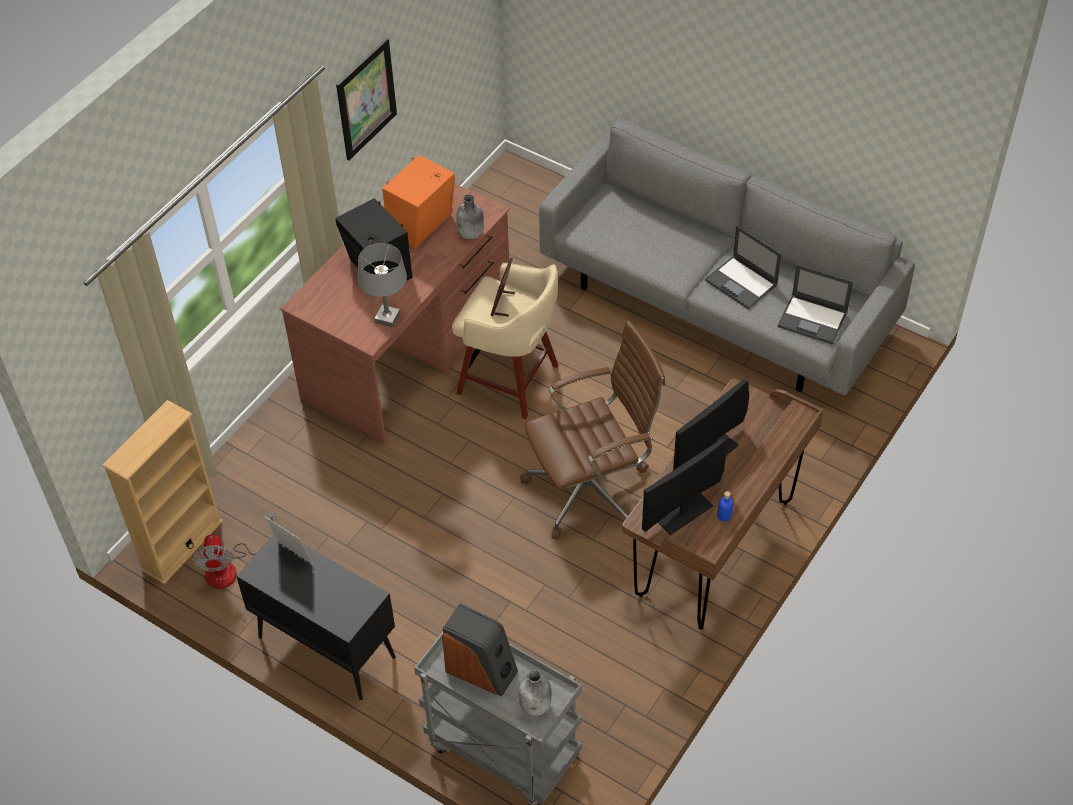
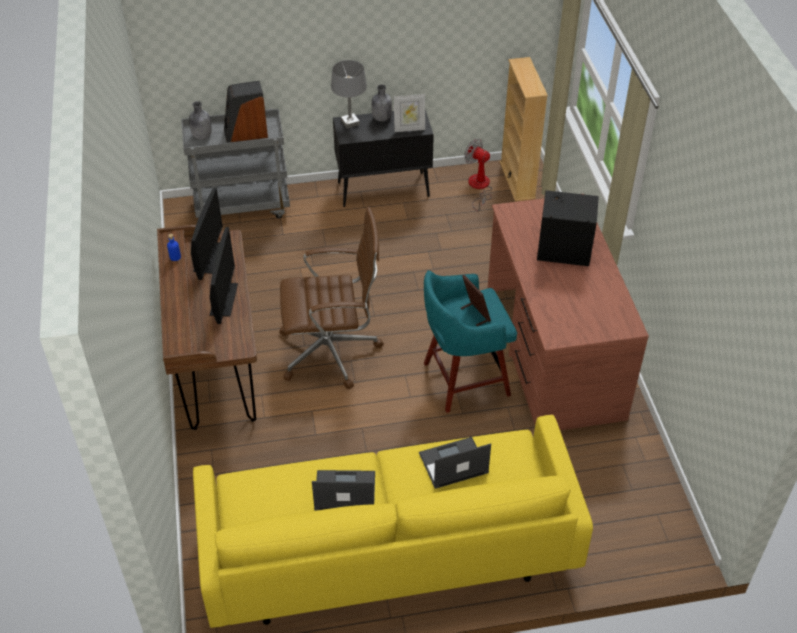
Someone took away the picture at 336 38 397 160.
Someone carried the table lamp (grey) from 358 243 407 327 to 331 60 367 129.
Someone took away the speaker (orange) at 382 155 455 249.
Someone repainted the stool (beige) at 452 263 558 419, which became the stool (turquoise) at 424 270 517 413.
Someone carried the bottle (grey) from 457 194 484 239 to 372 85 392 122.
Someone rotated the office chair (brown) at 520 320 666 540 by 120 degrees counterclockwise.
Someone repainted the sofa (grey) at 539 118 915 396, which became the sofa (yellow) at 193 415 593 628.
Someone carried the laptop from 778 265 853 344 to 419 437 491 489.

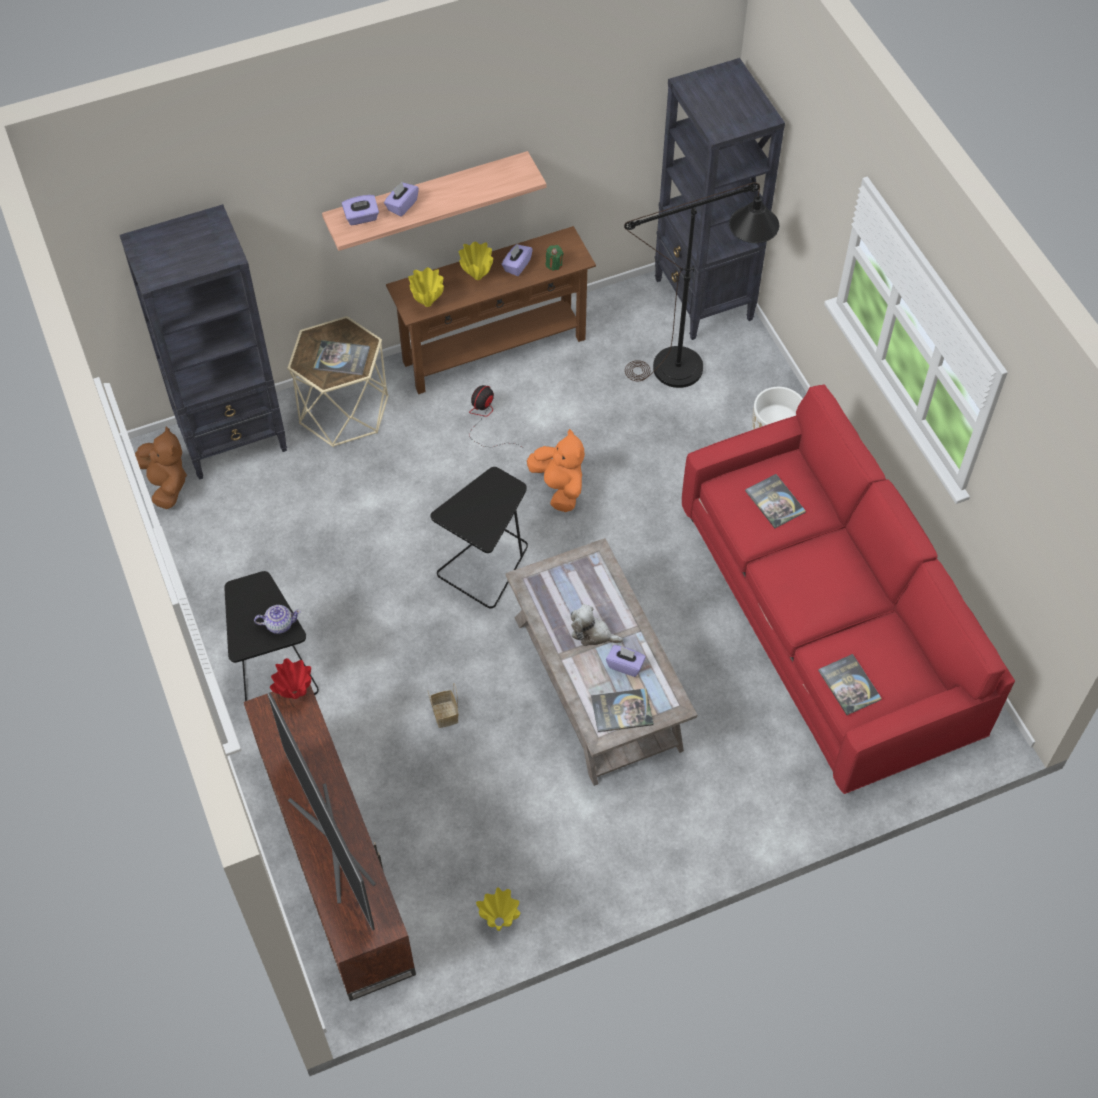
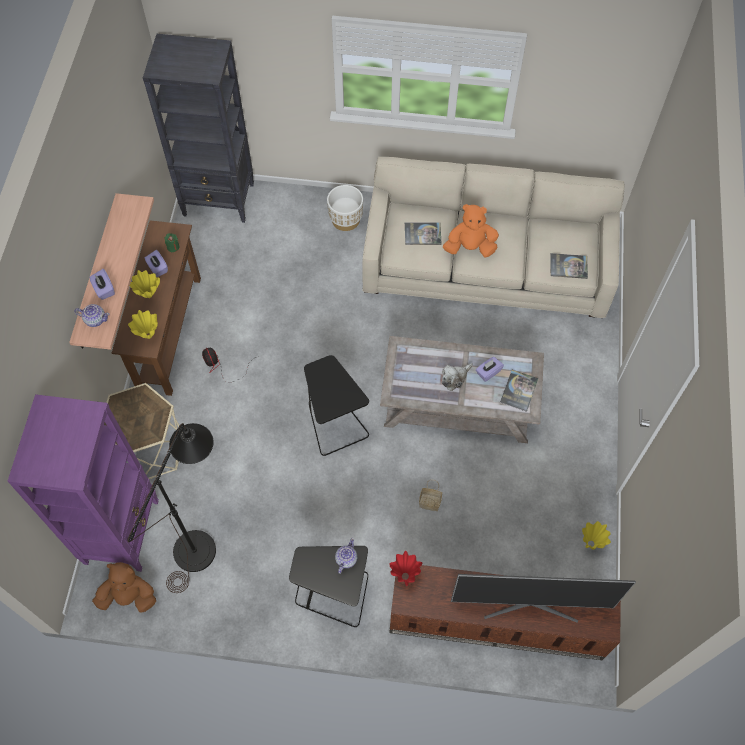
Someone repainted the bookcase (black) at 120 204 287 480, which became the bookcase (purple) at 7 394 158 572.
Someone took away the book at 313 340 370 375.
Someone swapped the tissue box (purple) at 342 195 379 225 for the teapot at 75 304 110 327.
Someone carried the plush toy (orange) from 527 429 585 512 to 443 204 499 257.
Someone carried the floor lamp (black) from 624 182 779 388 to 127 423 216 593.
Someone repainted the sofa (red) at 682 384 1015 794, which became the sofa (beige) at 362 157 625 318.

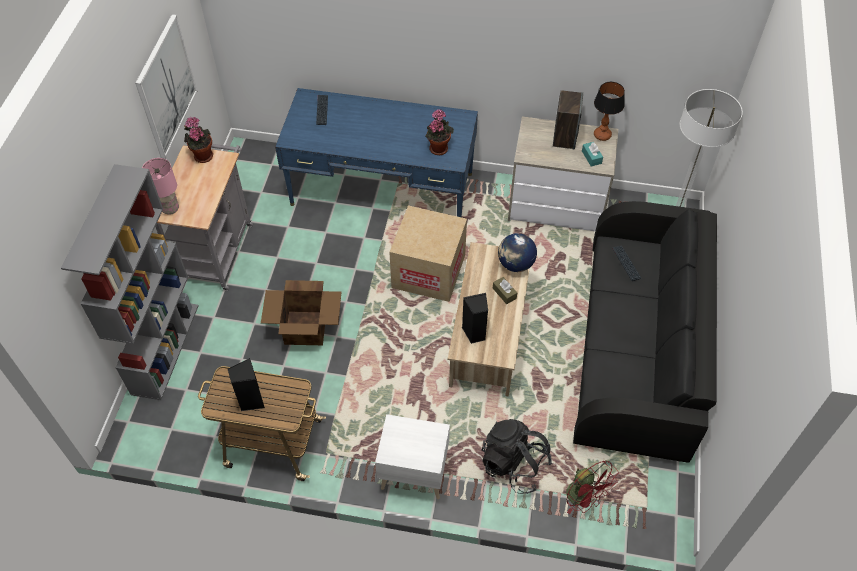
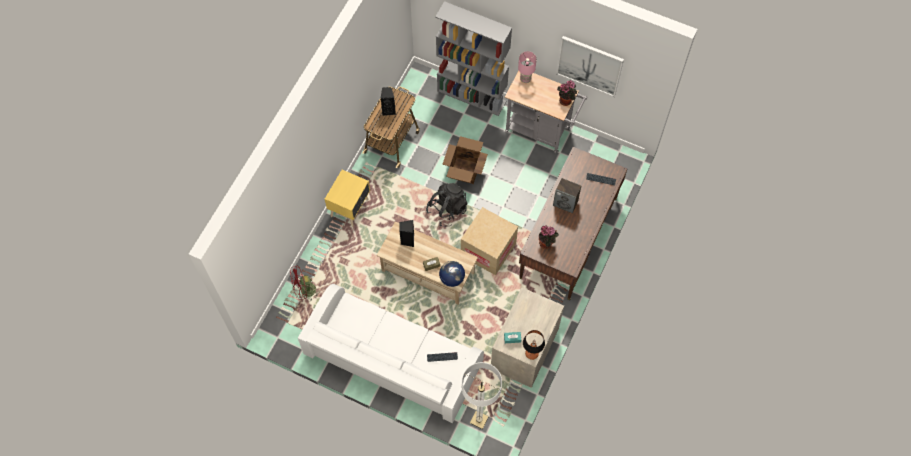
Someone repainted the desk (blue) at 275 88 478 217, which became the desk (brown) at 519 147 627 300.
Someone repainted the nightstand (white) at 375 414 450 499, which became the nightstand (yellow) at 325 170 370 227.
Someone carried the backpack (black) from 482 419 553 494 to 426 183 468 227.
Someone carried the speaker from 553 90 583 150 to 553 178 581 213.
Someone repainted the sofa (black) at 573 201 717 463, which became the sofa (white) at 298 284 484 423.

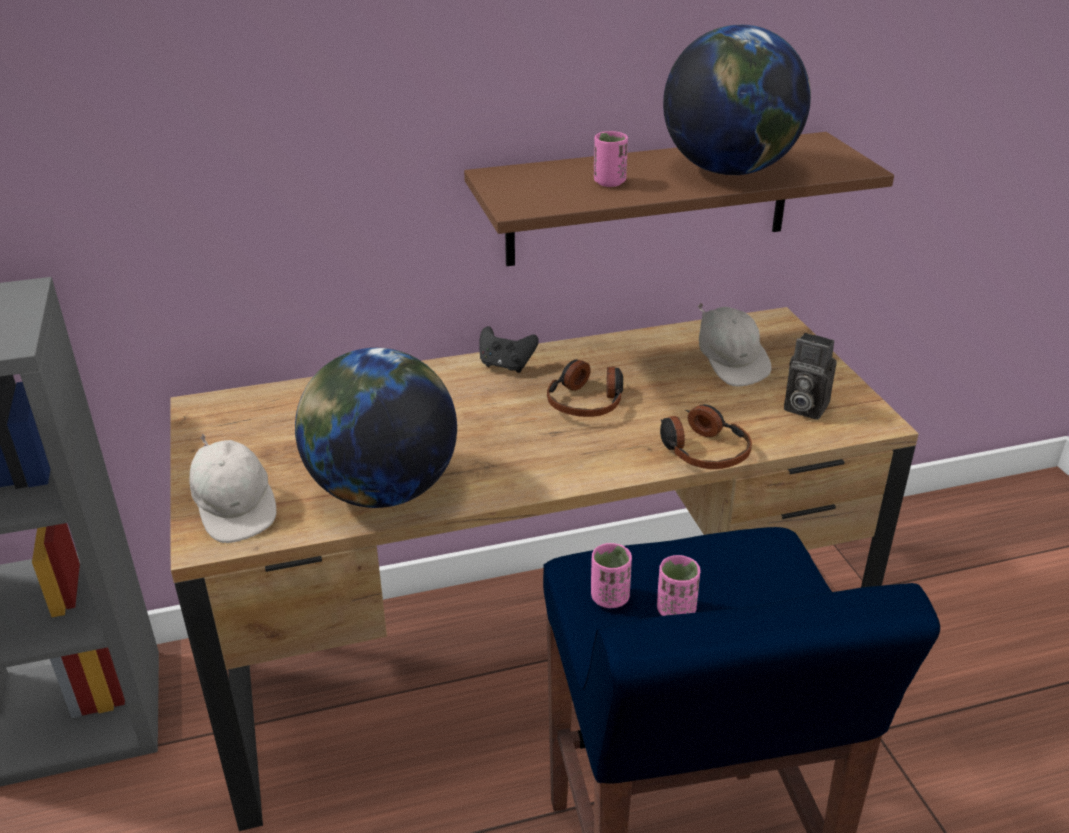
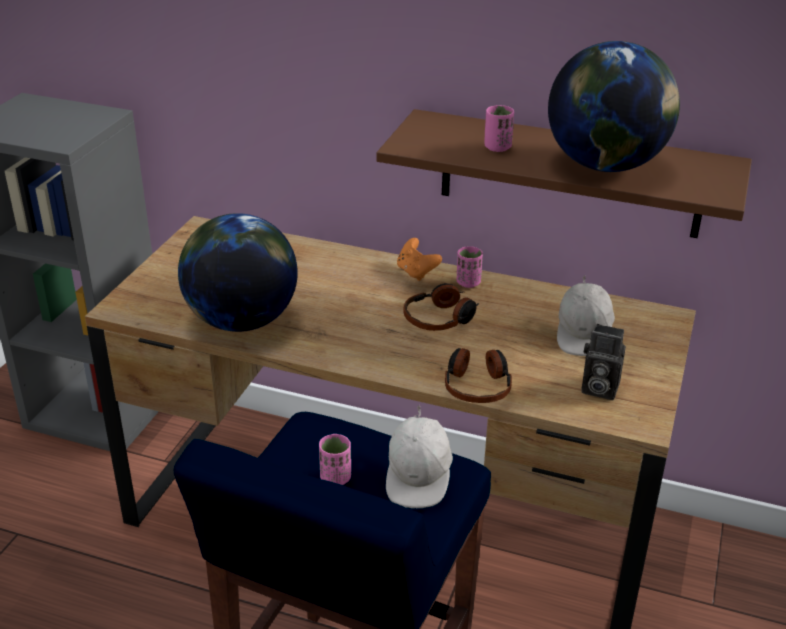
Someone carried the cap (white) from 189 434 276 543 to 386 405 453 508.
Someone repainted the game controller (black) at 479 326 539 373, which became the game controller (orange) at 397 238 442 281.
Someone carried the cup (pink) from 591 543 632 608 to 457 246 483 288.
Someone rotated the photo camera at 784 333 837 420 by 45 degrees counterclockwise.

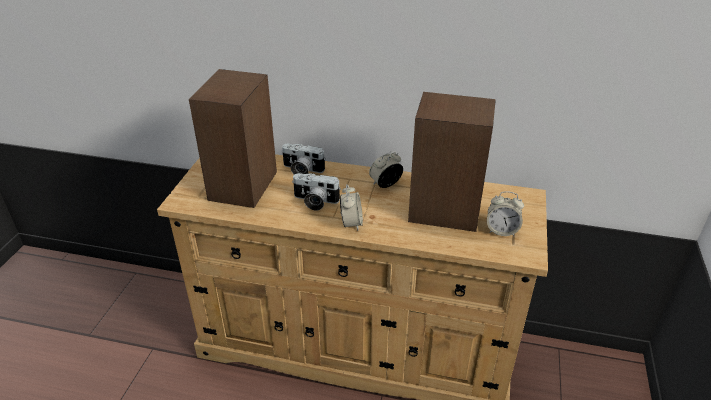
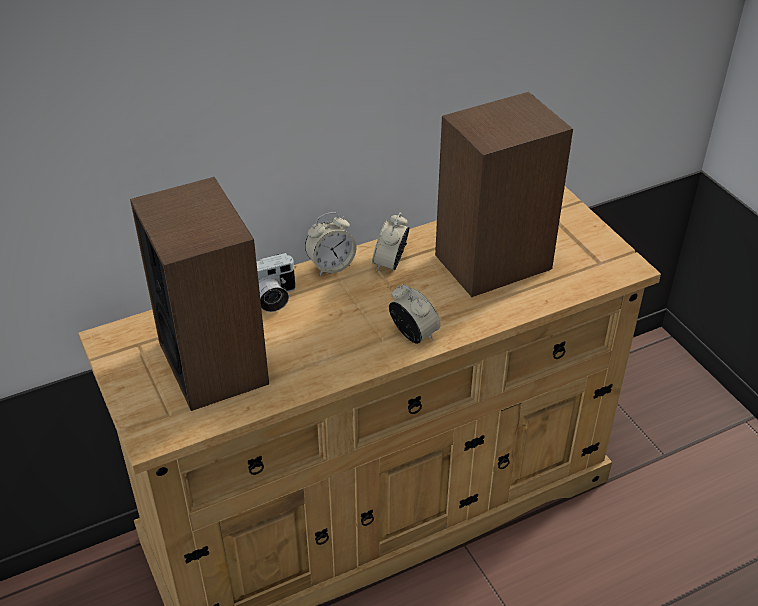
Someone took away the photo camera at 292 173 341 211.
Someone carried the alarm clock from 487 191 524 236 to 305 212 356 276.

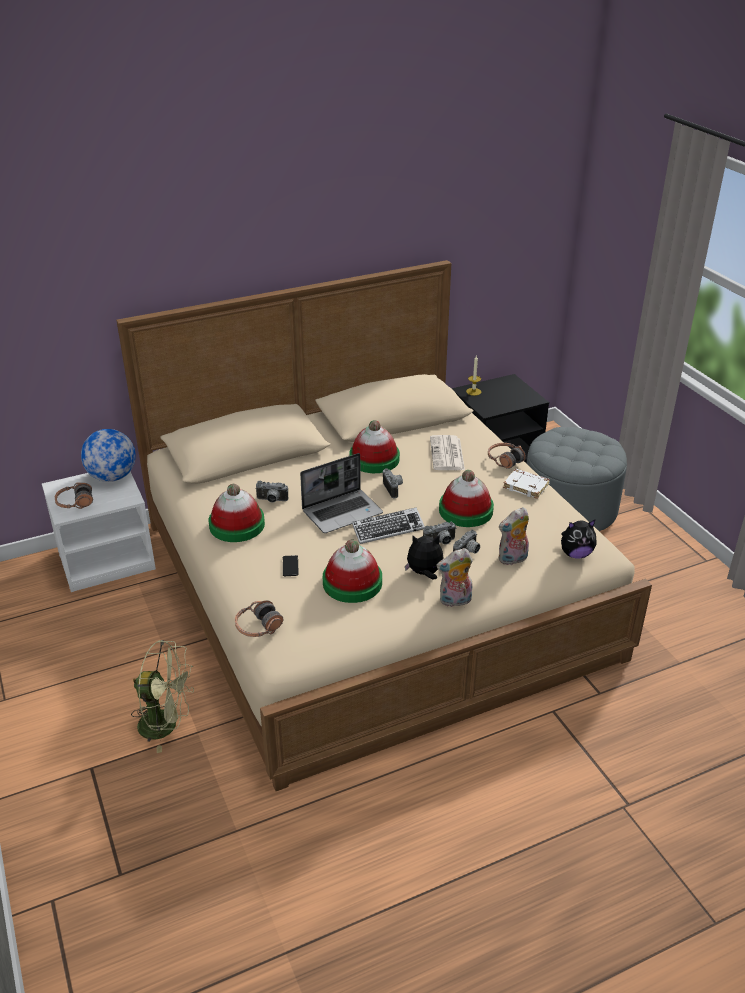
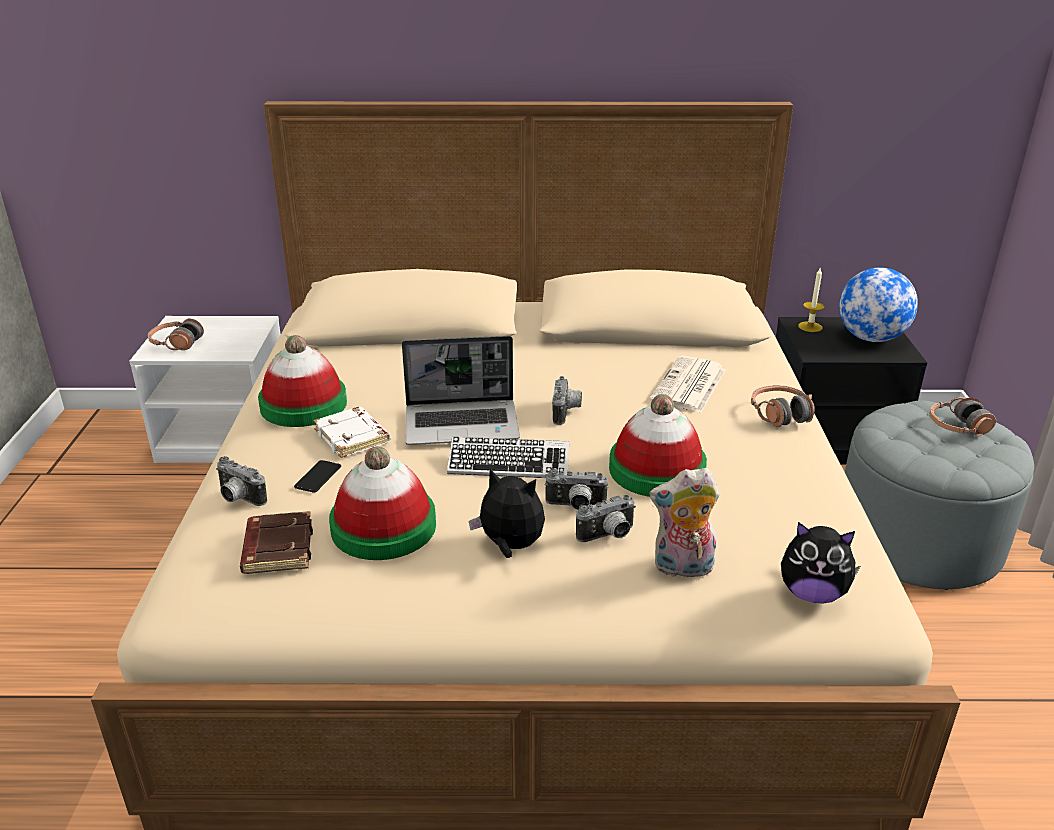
Someone carried the globe from 81 429 136 482 to 839 267 918 342.
Someone took away the fan (green) at 131 640 194 753.
Someone carried the headphones from 235 600 283 637 to 930 397 996 437.
Someone carried the photo camera from 255 481 288 503 to 216 456 267 506.
Someone took away the hat at 349 420 400 473.
Someone took away the plush toy at 436 548 472 607.
Someone carried the book (white) from 503 469 550 499 to 313 407 390 458.
Someone put down the book (brown) at 240 511 313 574.

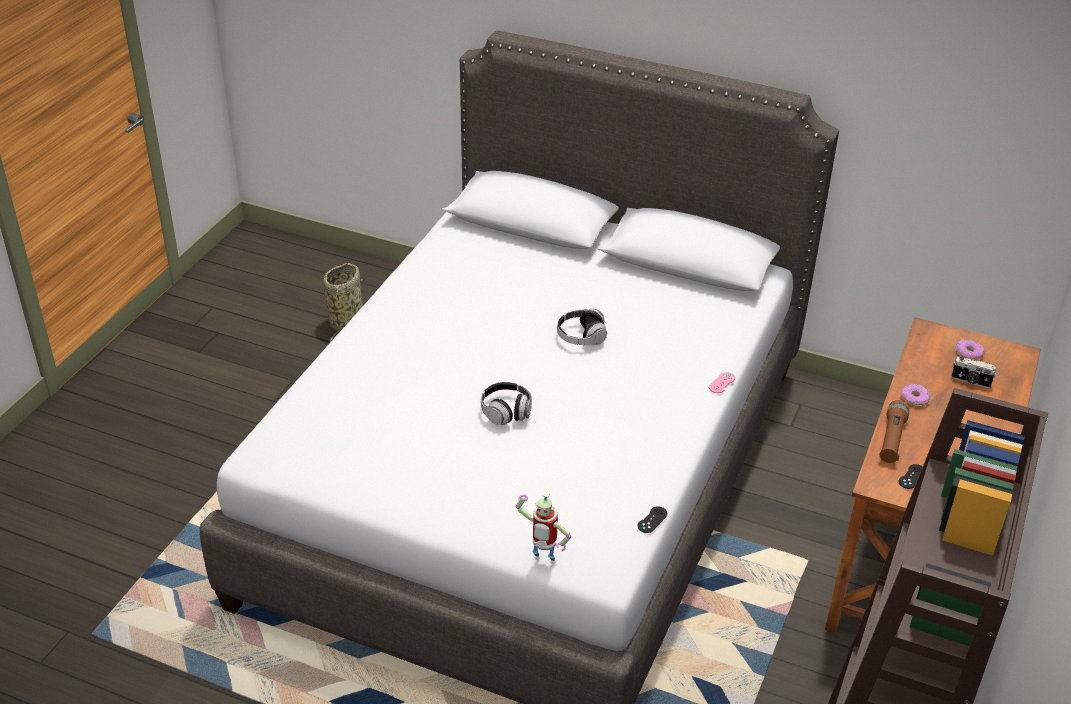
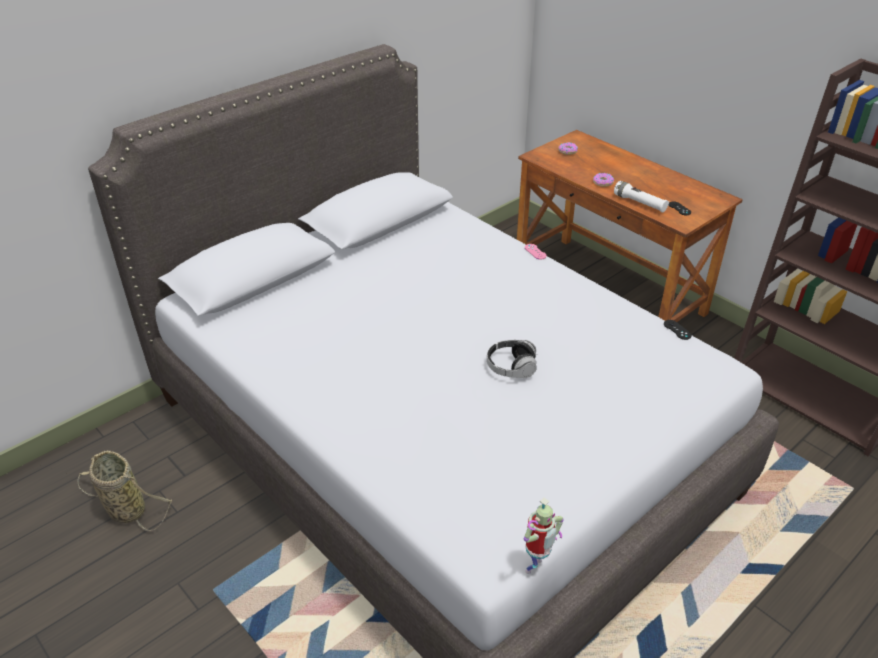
Someone carried the toy robot from 516 491 571 564 to 524 498 564 574.
Someone took away the headphones at 557 309 607 345.
Someone repainted the flashlight (brown) at 880 400 909 463, which became the flashlight (white) at 614 181 669 213.
Someone took away the photo camera at 951 356 996 388.

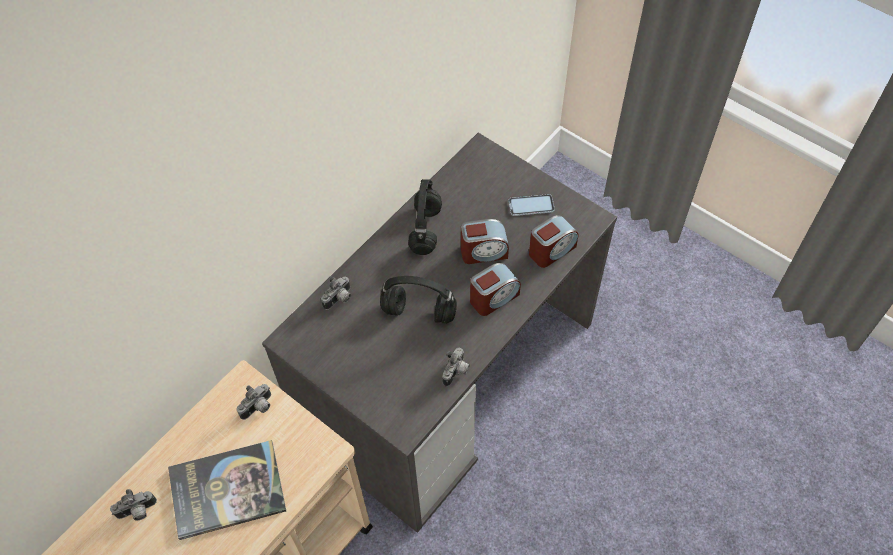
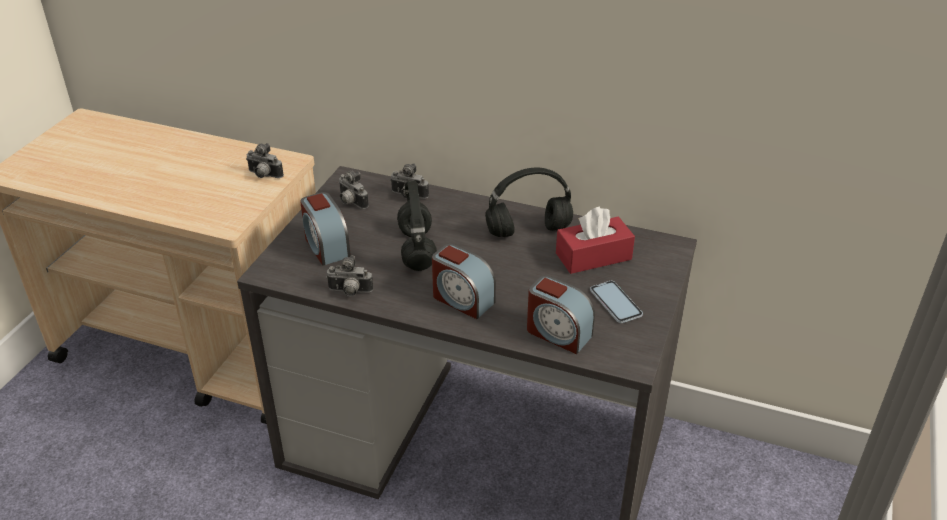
Someone carried the photo camera from 110 489 157 521 to 339 170 369 209.
Someone took away the book at 168 440 286 540.
Someone carried the alarm clock from 461 219 509 264 to 300 192 351 266.
Someone put down the tissue box (red) at 556 207 635 274.

